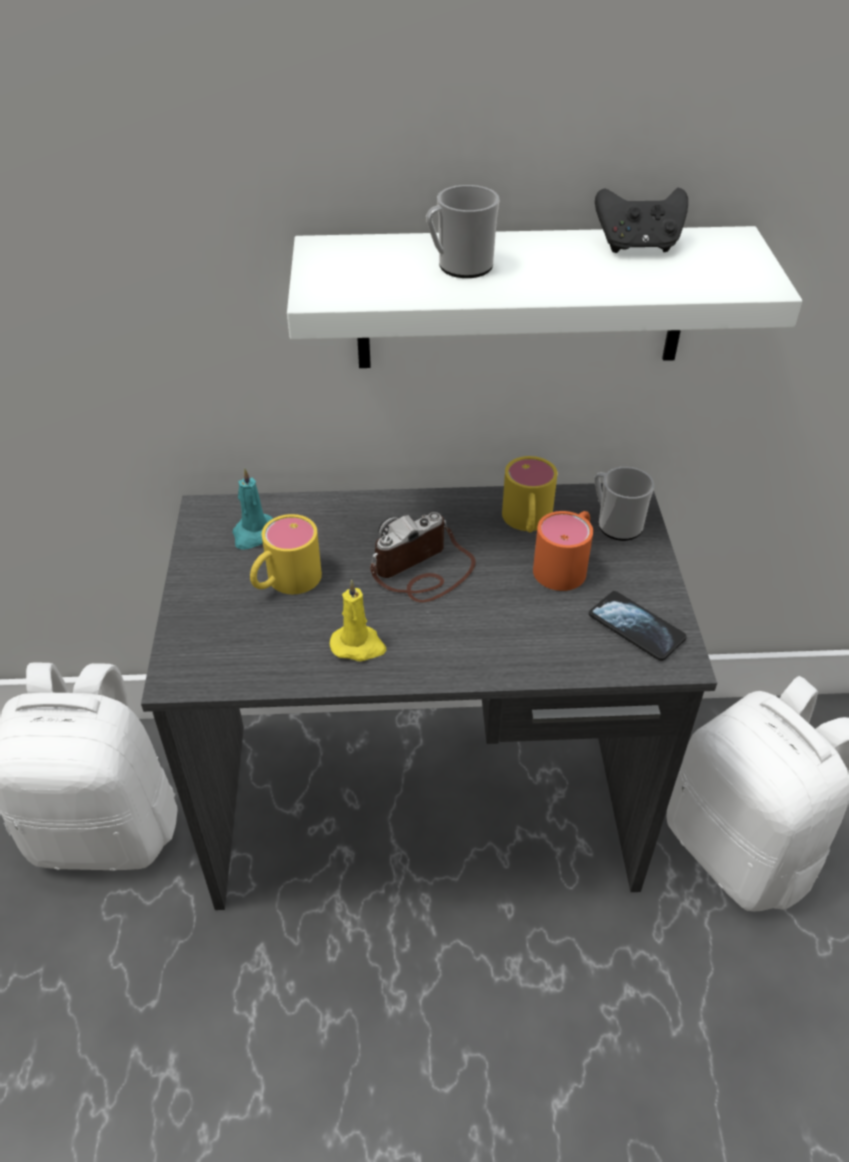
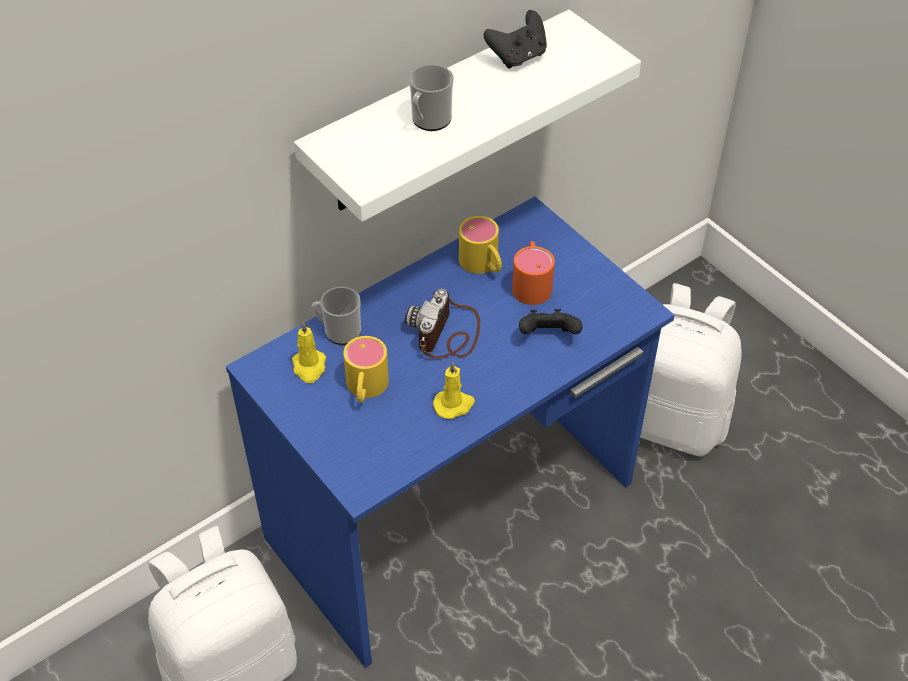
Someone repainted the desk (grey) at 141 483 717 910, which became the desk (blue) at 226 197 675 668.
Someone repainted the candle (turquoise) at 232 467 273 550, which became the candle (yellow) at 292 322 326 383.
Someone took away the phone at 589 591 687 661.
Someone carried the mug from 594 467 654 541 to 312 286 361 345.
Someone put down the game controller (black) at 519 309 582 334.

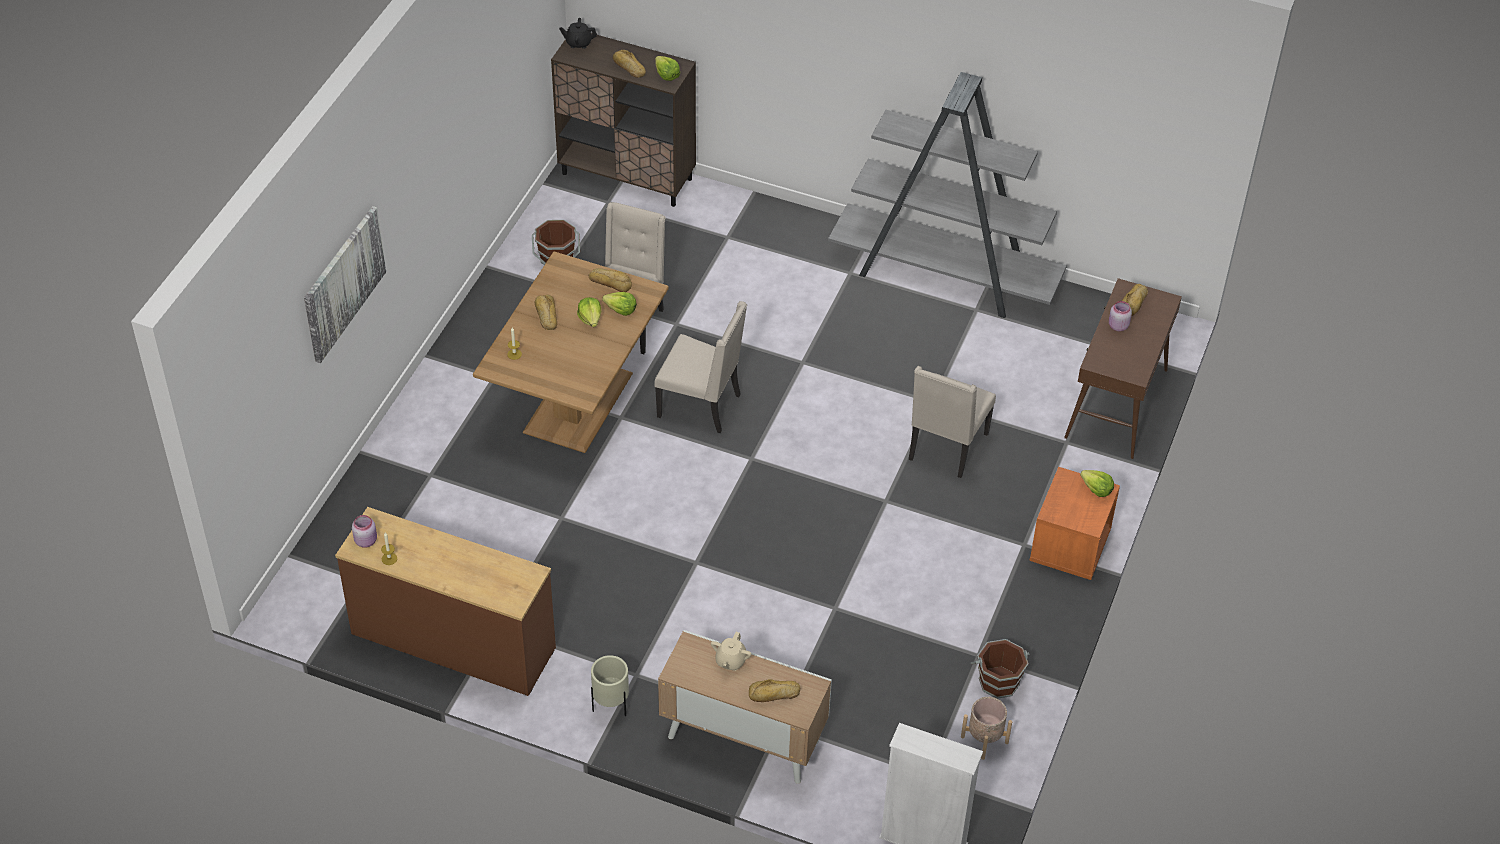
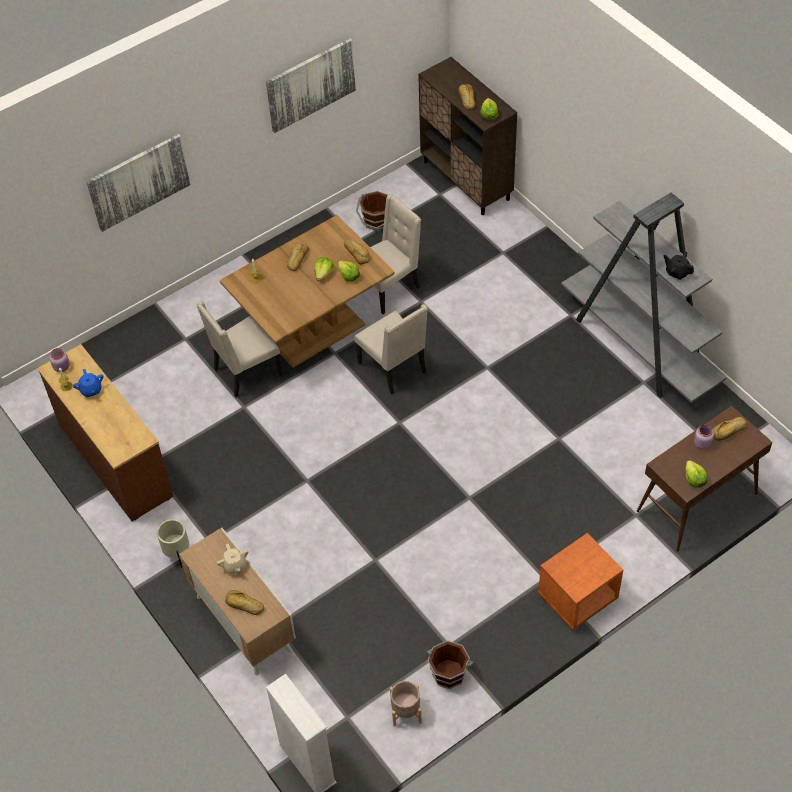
Someone carried the teapot (black) from 559 18 597 49 to 664 252 694 280.
Someone rotated the teapot (beige) at 711 632 751 671 by 75 degrees counterclockwise.
Someone carried the chair (beige) from 909 366 996 478 to 196 301 282 397.
Someone carried the lettuce from 1080 470 1114 497 to 686 460 708 488.
Someone put down the teapot (blue) at 73 369 104 397.
Someone put up the picture at 266 38 356 133.

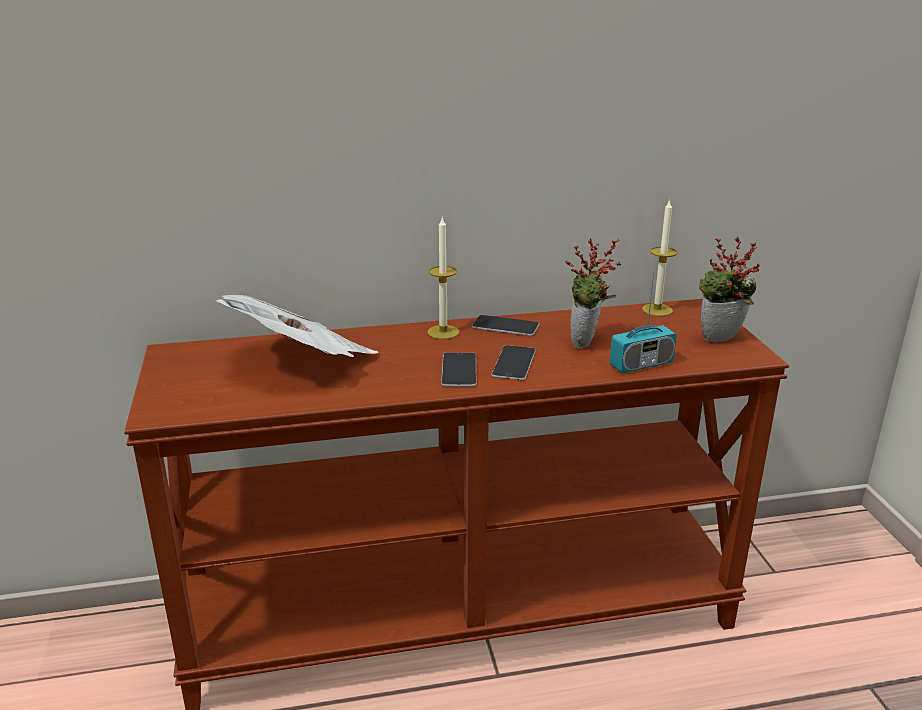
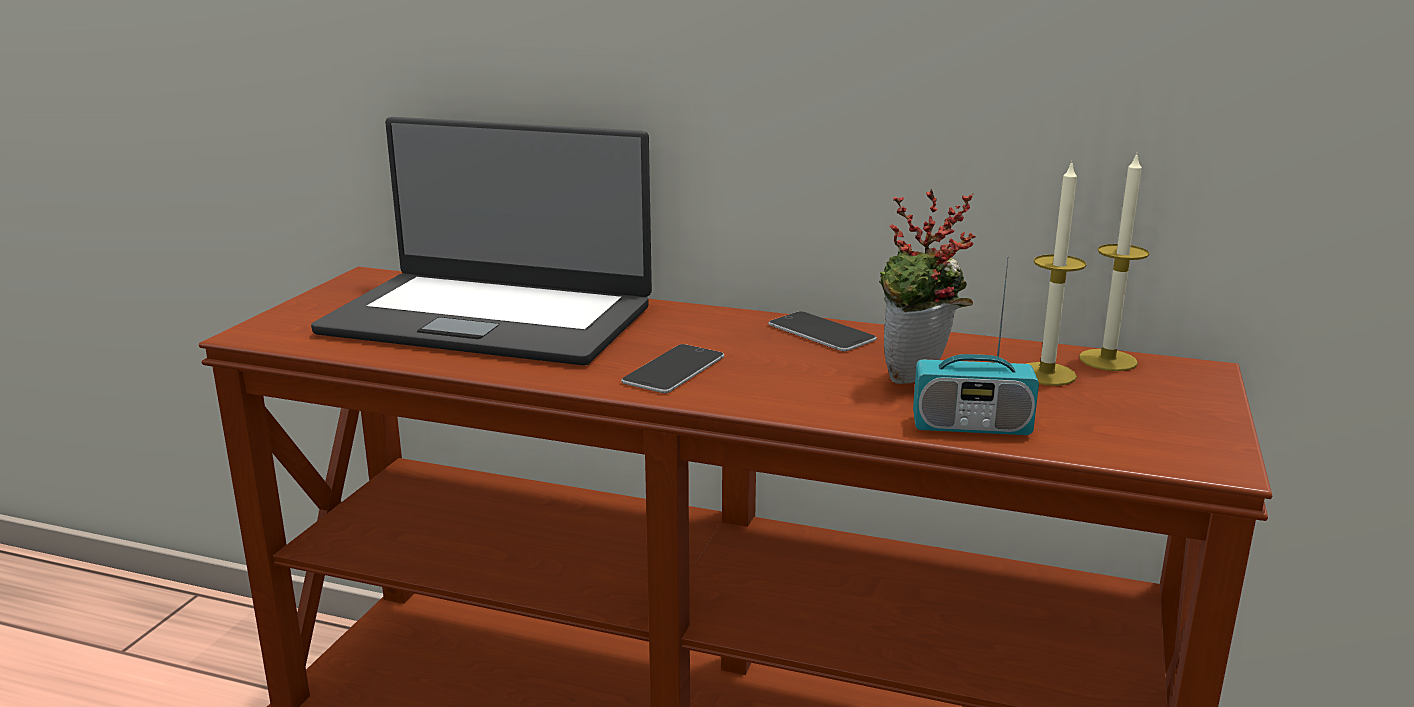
Someone swapped the newspaper at 215 295 379 357 for the laptop at 311 117 652 366.
Someone carried the candle from 428 218 459 339 to 1026 162 1087 386.
Someone took away the phone at 491 345 536 380.
Someone took away the potted plant at 699 237 760 342.

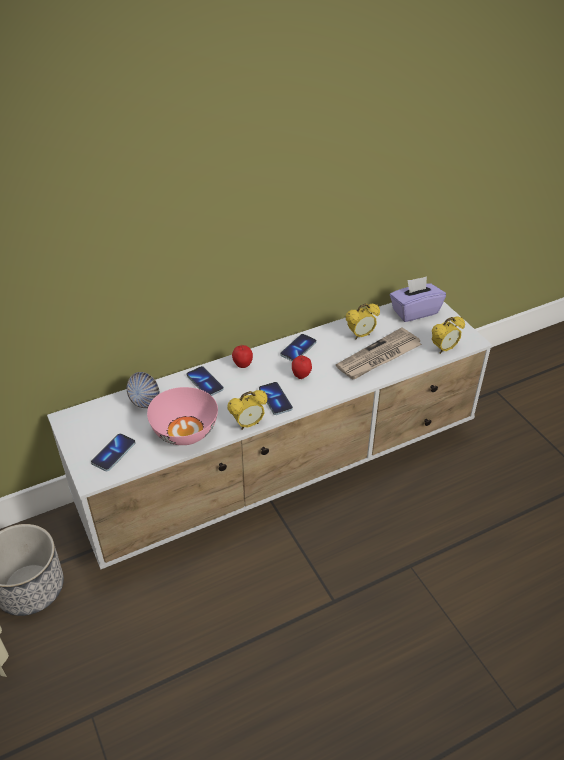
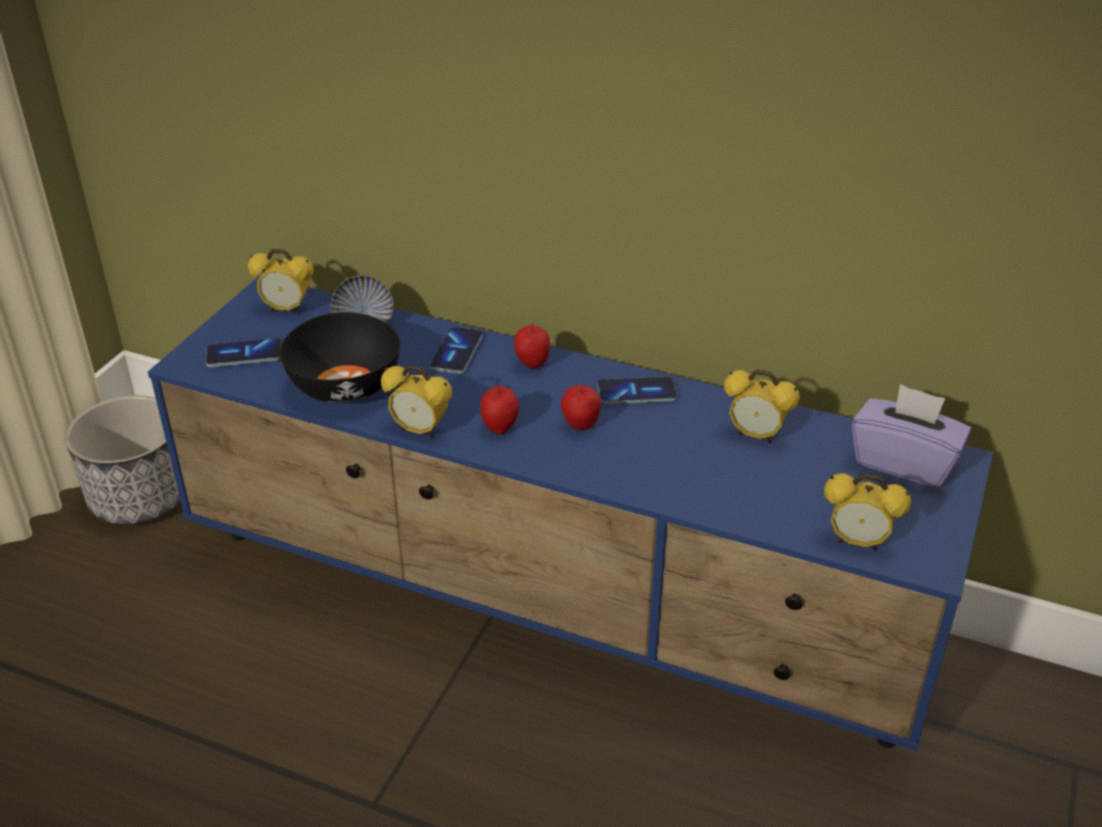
Someone repainted the tv stand (white) at 47 302 492 570, which became the tv stand (blue) at 148 276 993 751.
Someone repainted the bowl (pink) at 147 387 218 445, which became the bowl (black) at 279 312 401 403.
Someone swapped the phone at 259 382 293 415 for the apple at 480 386 519 435.
Someone took away the newspaper at 336 327 422 379.
Someone put down the alarm clock at 248 249 314 314.

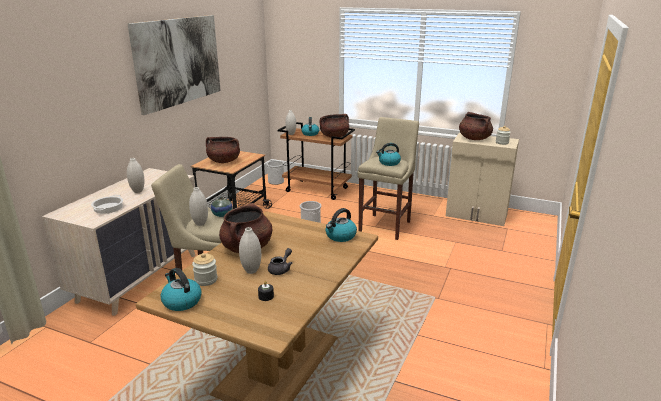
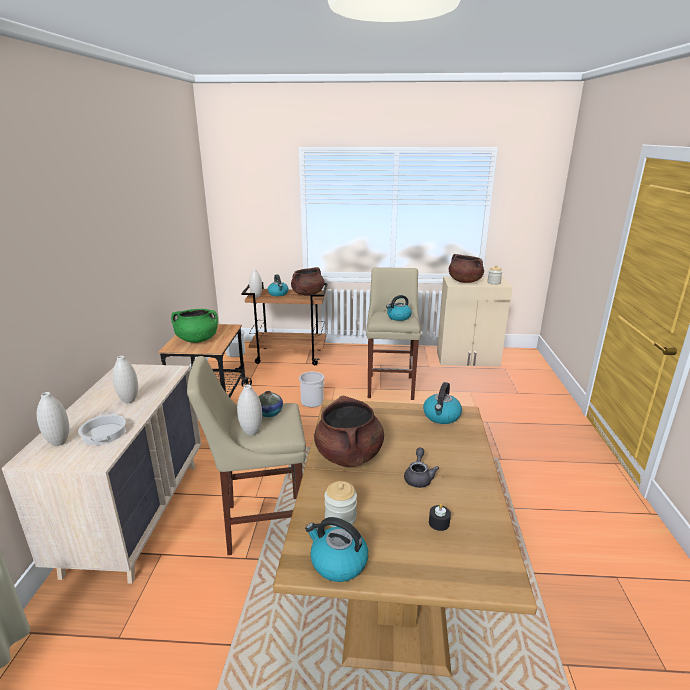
Someone took away the picture at 128 15 221 115.
Someone repainted the cooking pot (brown) at 206 137 240 163, which became the cooking pot (green) at 171 309 218 343.
Someone carried the vase (white) from 239 227 261 274 to 37 392 69 446.

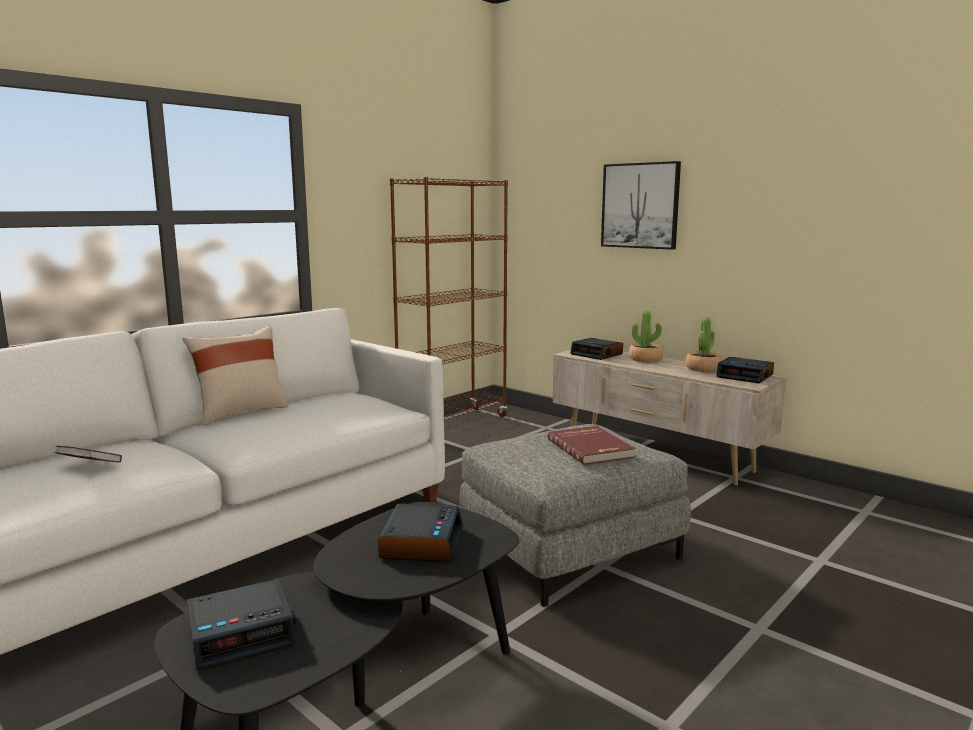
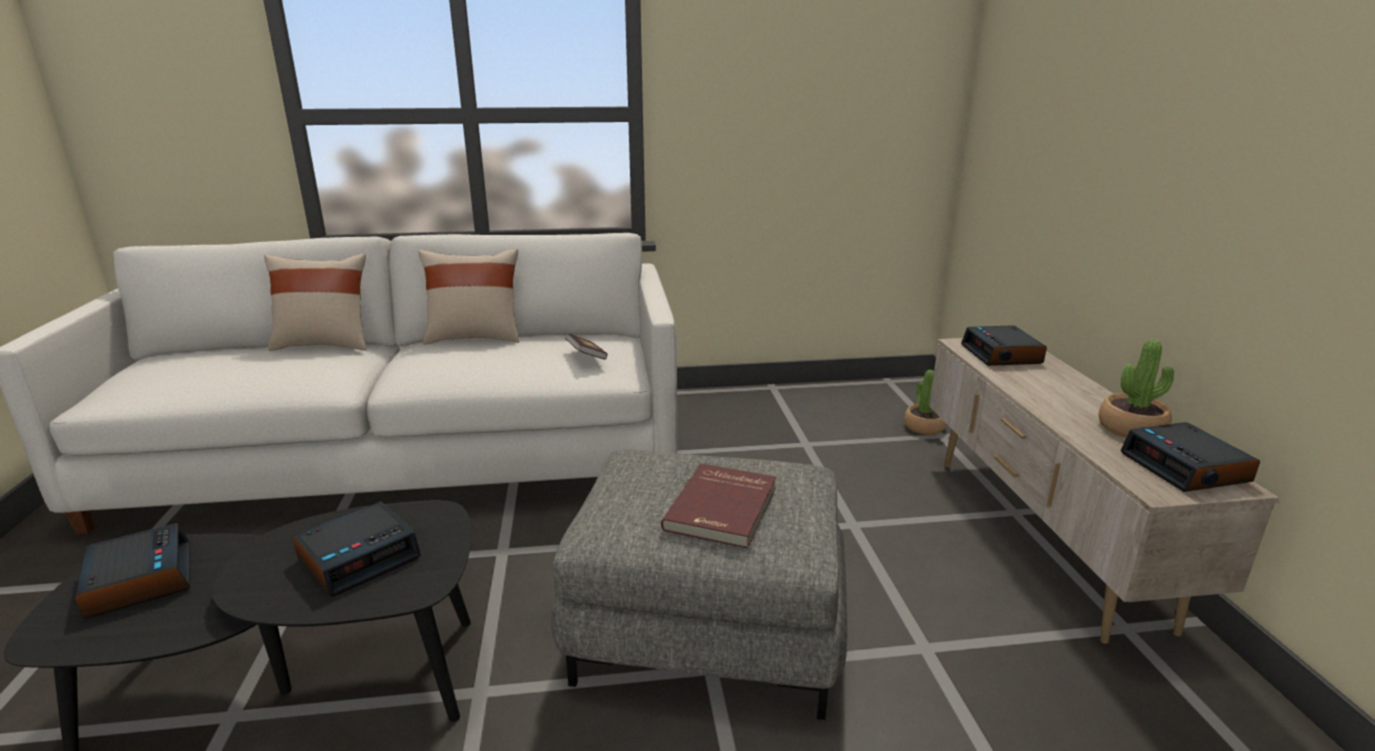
Someone carried the book from 55 446 122 463 to 565 333 607 360.
Someone rotated the alarm clock at 187 579 296 671 by 135 degrees counterclockwise.
Someone took away the bookcase (brown) at 390 177 508 420.
Someone took away the picture at 601 161 681 250.
Someone carried the potted plant from 629 311 663 362 to 904 370 947 435.
Someone put down the pillow (beige) at 264 254 366 351.

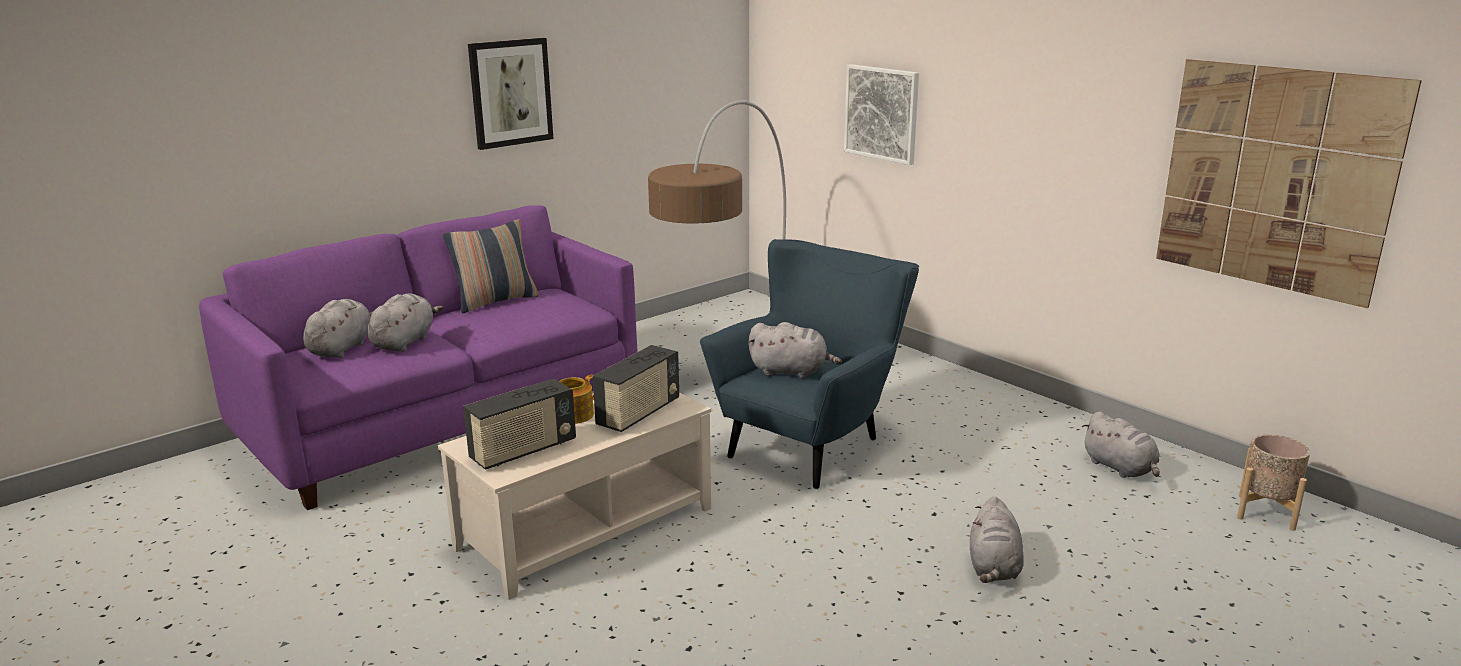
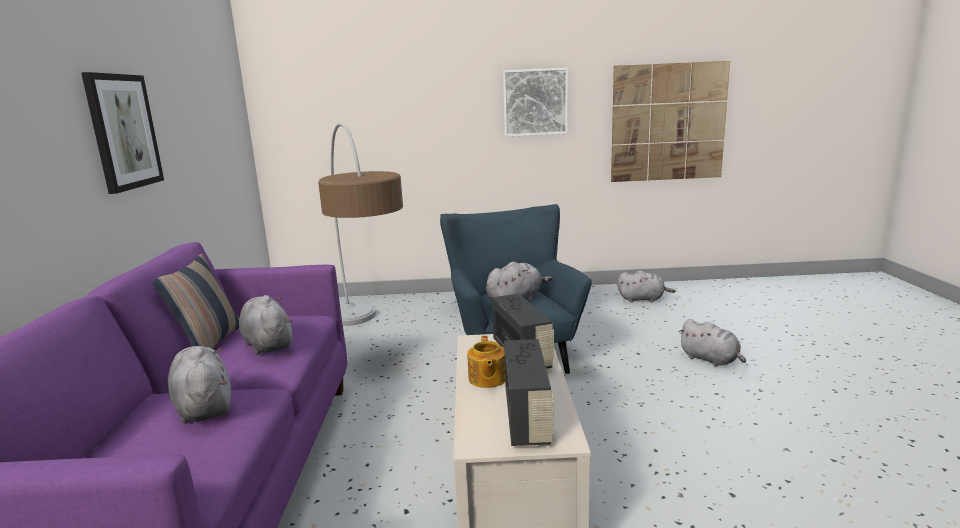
Someone carried the plush toy (grey) from 303 299 372 358 to 239 295 292 355.
Someone carried the picture from 844 64 919 165 to 503 67 568 137.
Someone took away the planter (beige) at 1237 434 1310 531.

